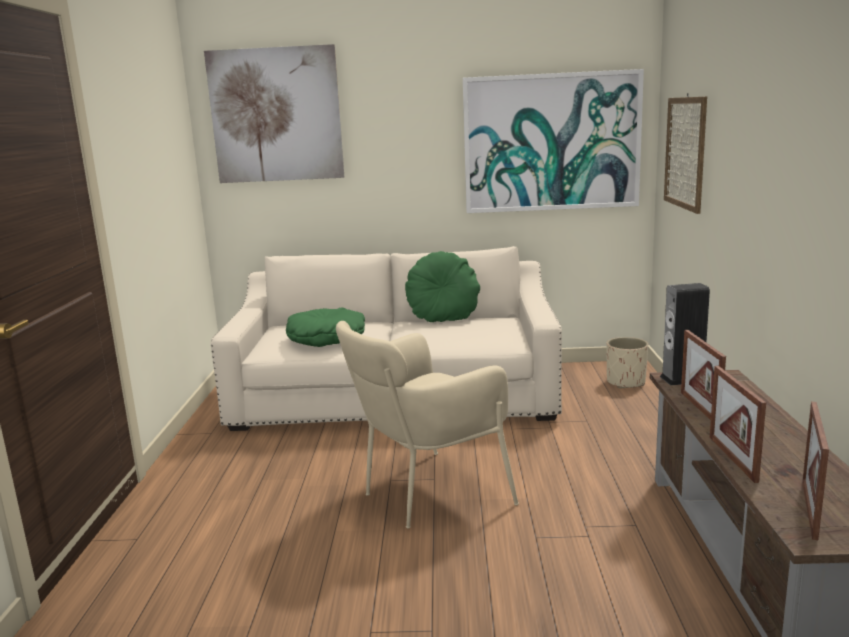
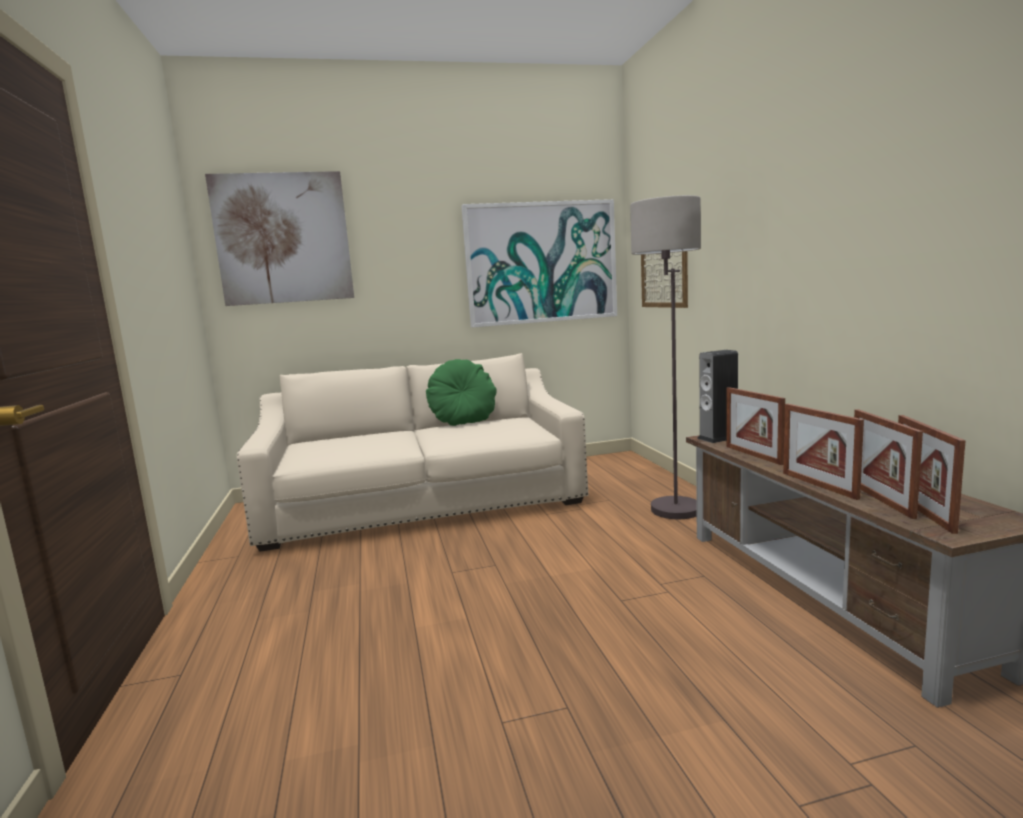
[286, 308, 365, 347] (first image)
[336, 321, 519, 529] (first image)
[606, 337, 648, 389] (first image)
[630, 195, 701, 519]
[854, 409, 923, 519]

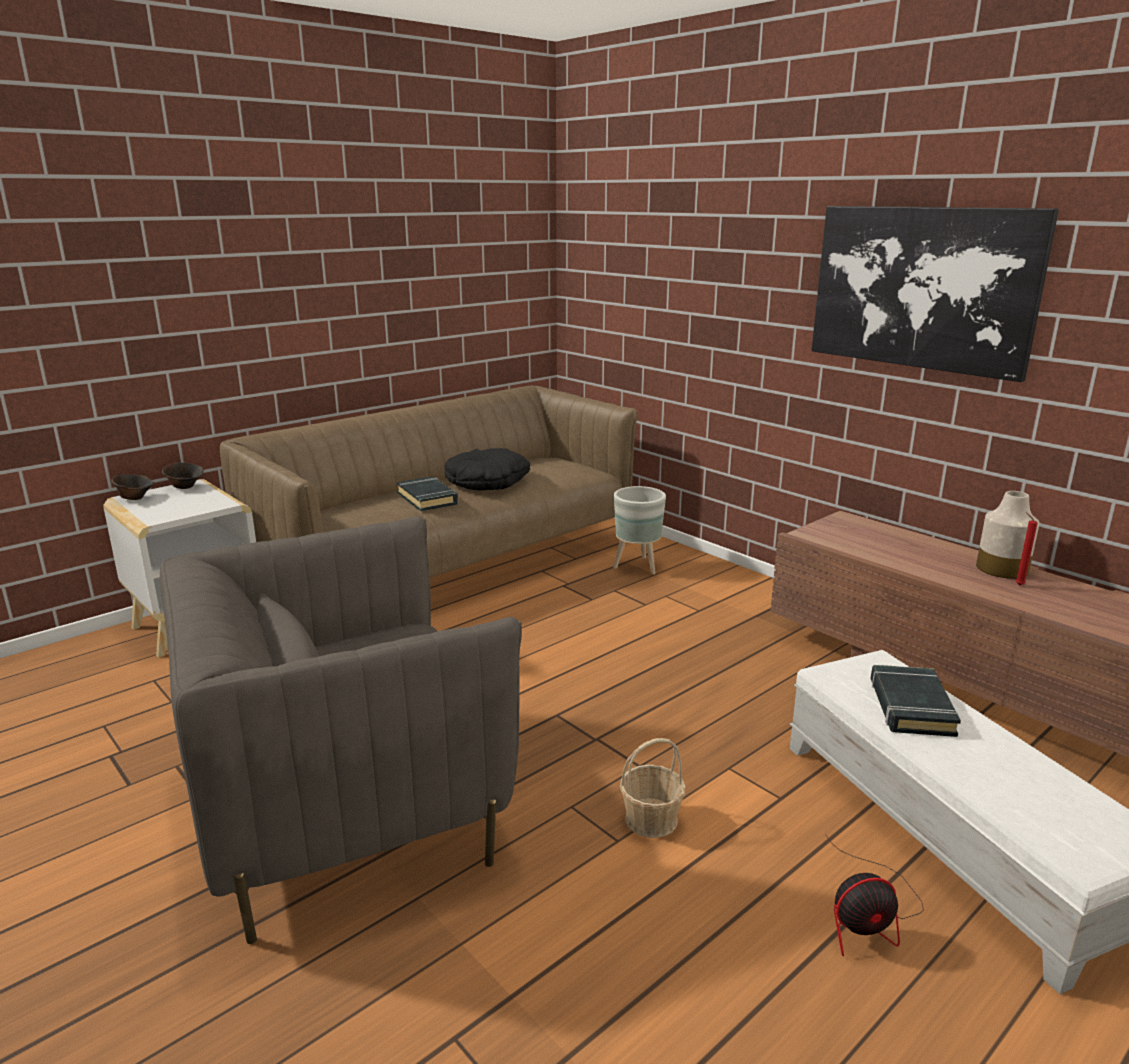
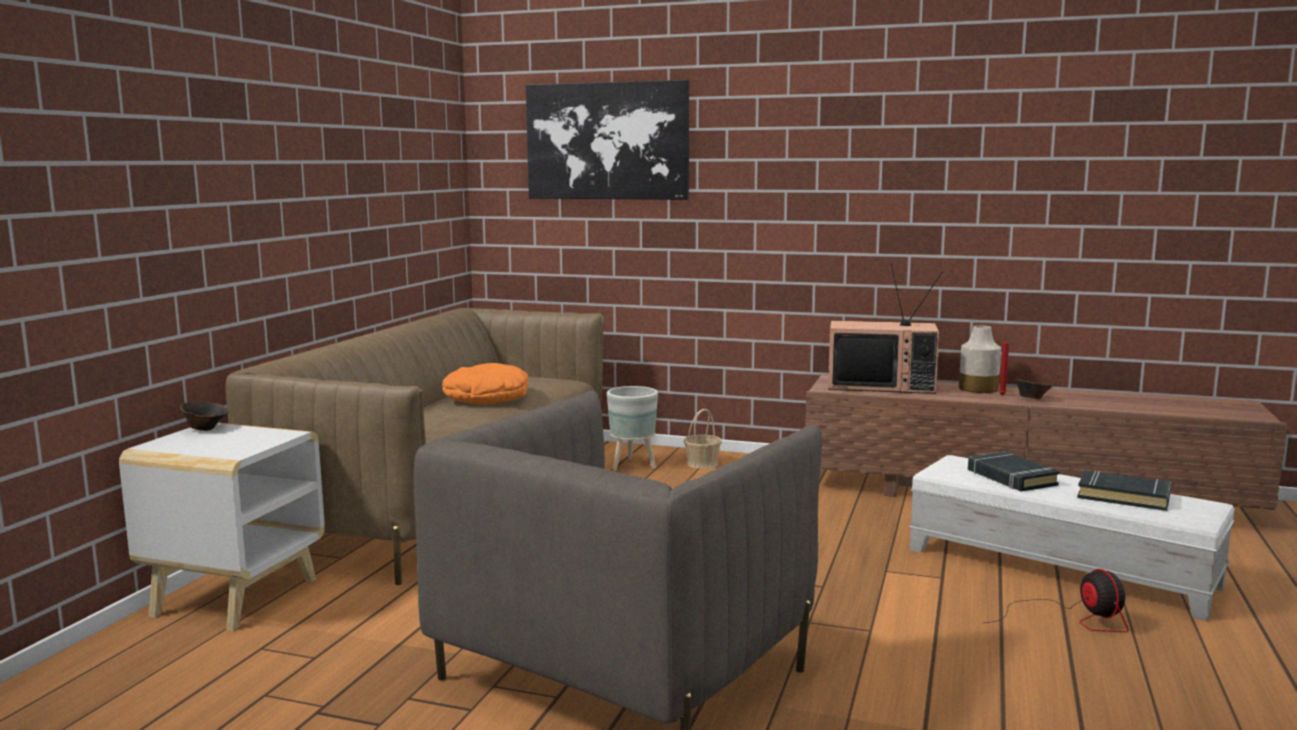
[828, 264, 943, 394]
[1015, 379, 1052, 400]
[1077, 470, 1171, 511]
[684, 409, 722, 469]
[526, 80, 689, 200]
[442, 363, 528, 405]
[984, 569, 1128, 632]

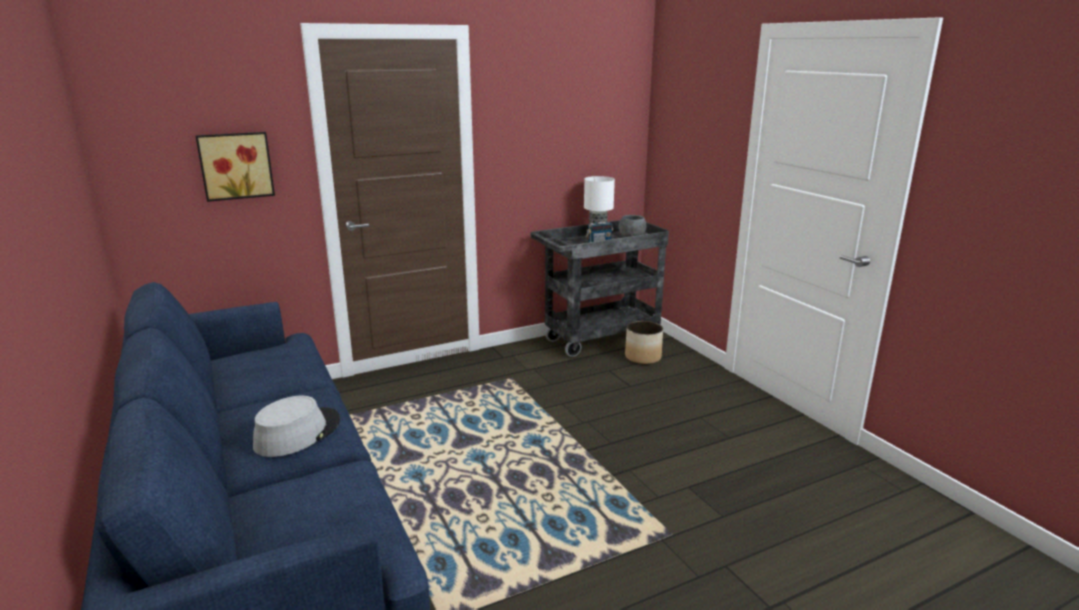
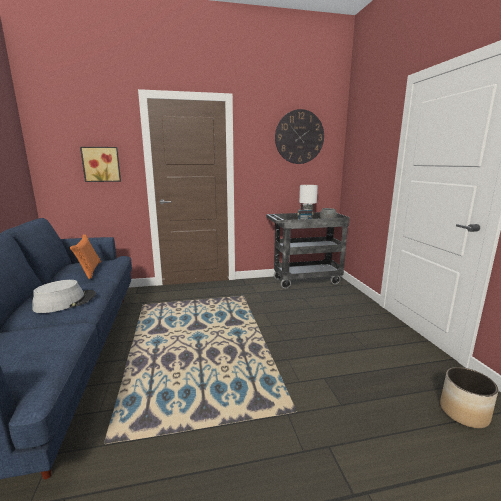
[70, 234, 101, 279]
[275, 109, 324, 164]
[440, 367, 498, 428]

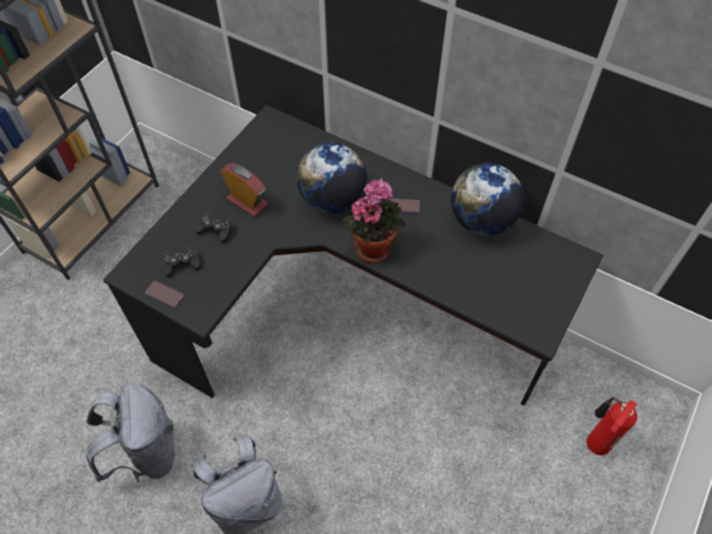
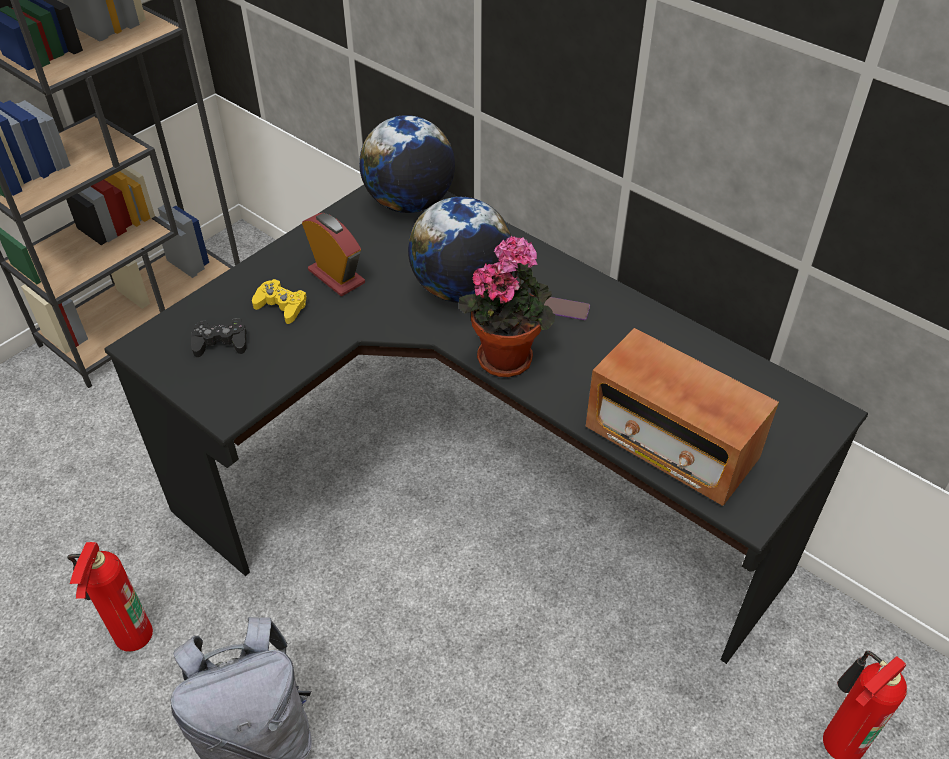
[145, 281, 184, 307] (first image)
[586, 328, 779, 506]
[359, 115, 455, 213]
[67, 542, 153, 652]
[252, 279, 308, 324]

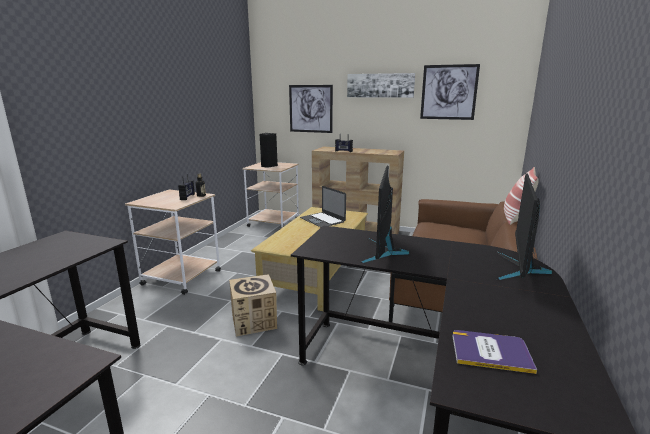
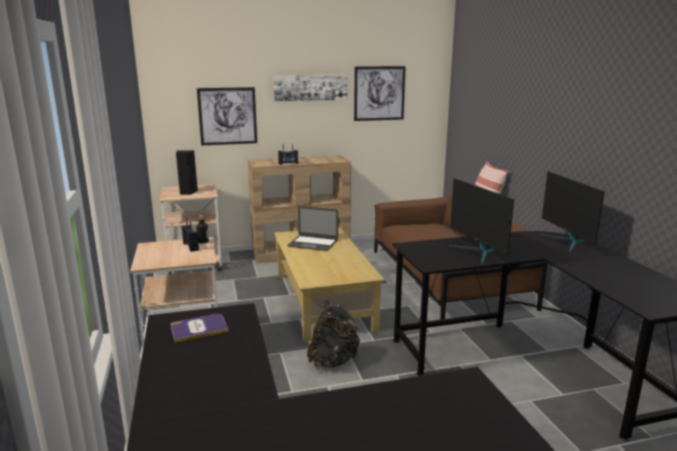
[171, 314, 229, 342]
[307, 300, 360, 367]

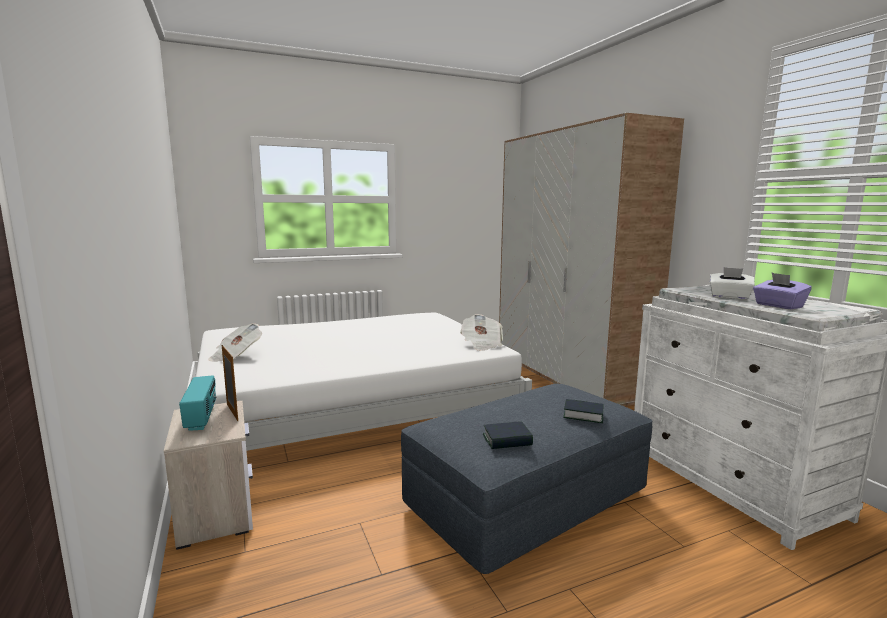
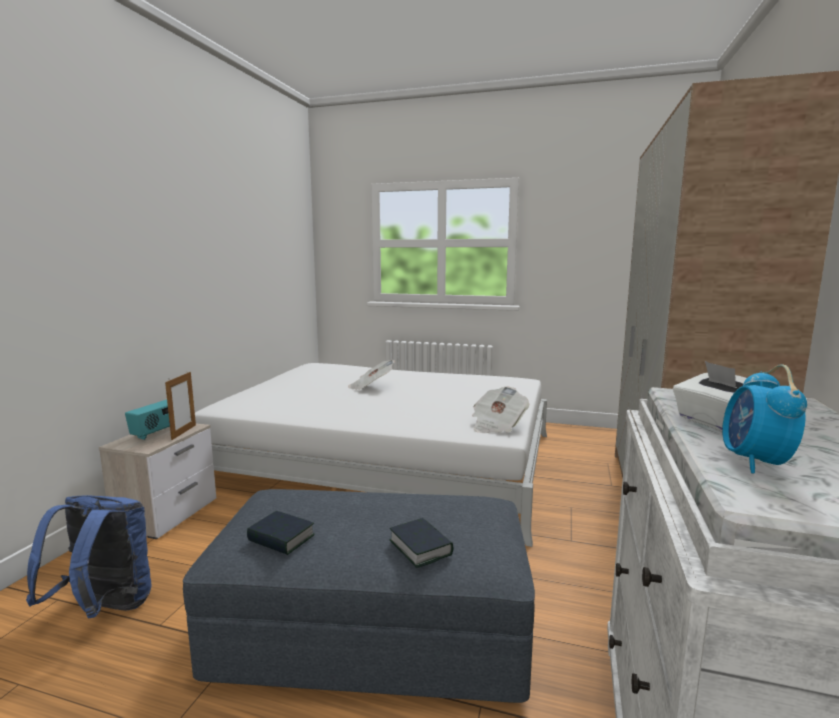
[26, 495, 152, 618]
[348, 360, 395, 390]
[722, 364, 807, 473]

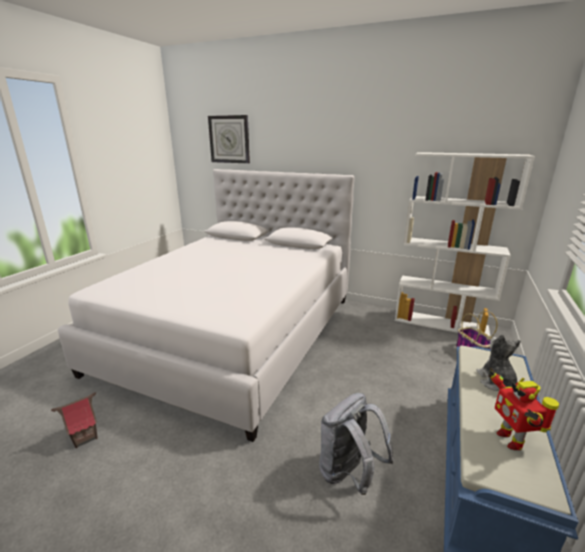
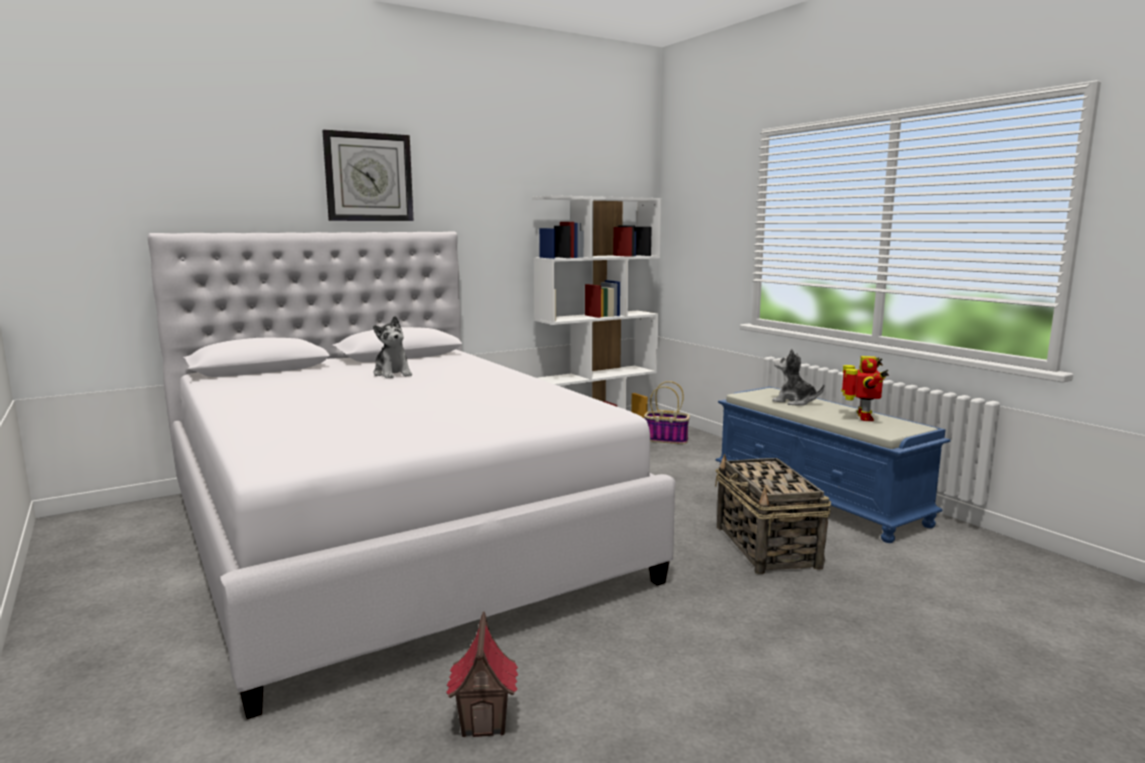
[373, 316, 412, 379]
[322, 130, 414, 221]
[715, 454, 831, 574]
[841, 356, 889, 421]

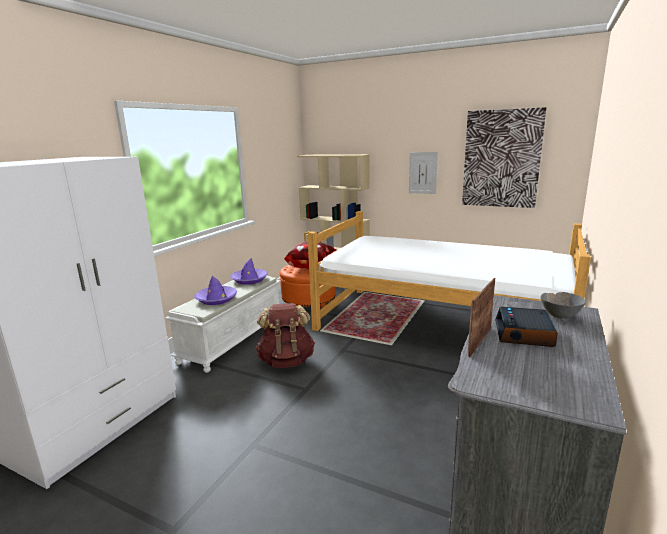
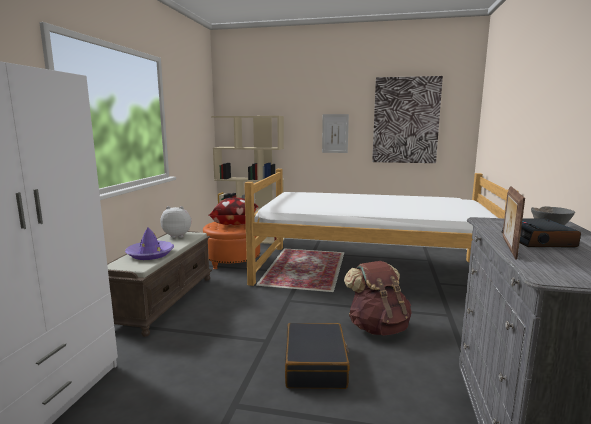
[285, 323, 350, 389]
[344, 261, 412, 336]
[160, 206, 192, 238]
[107, 231, 212, 337]

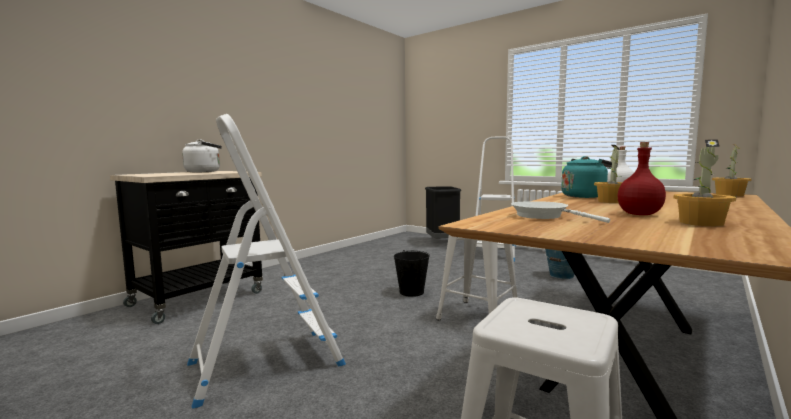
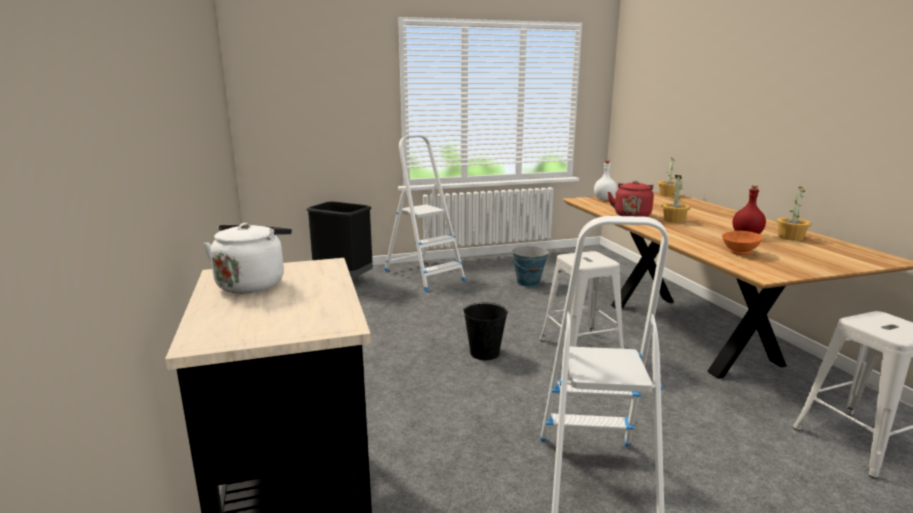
[722, 231, 763, 255]
[608, 181, 654, 217]

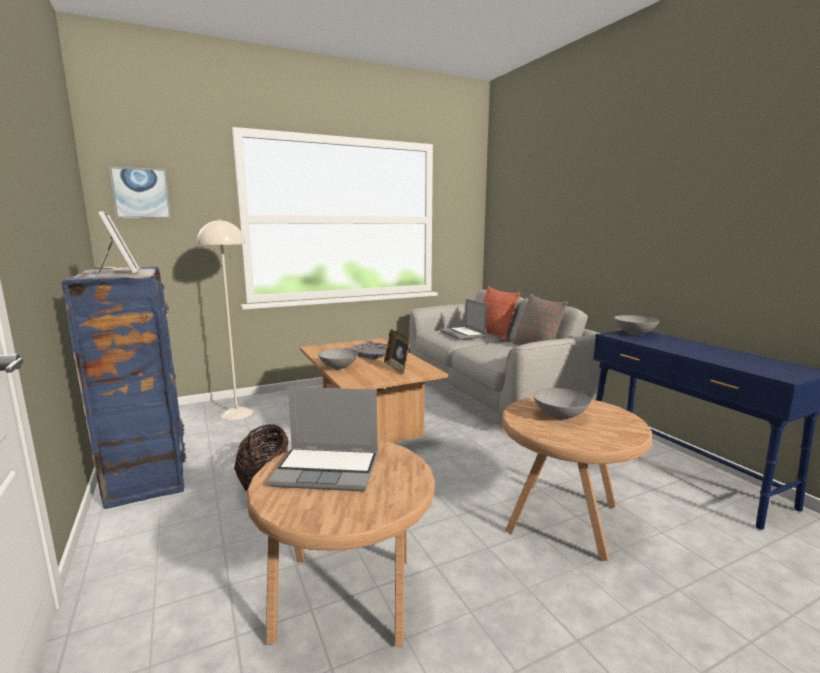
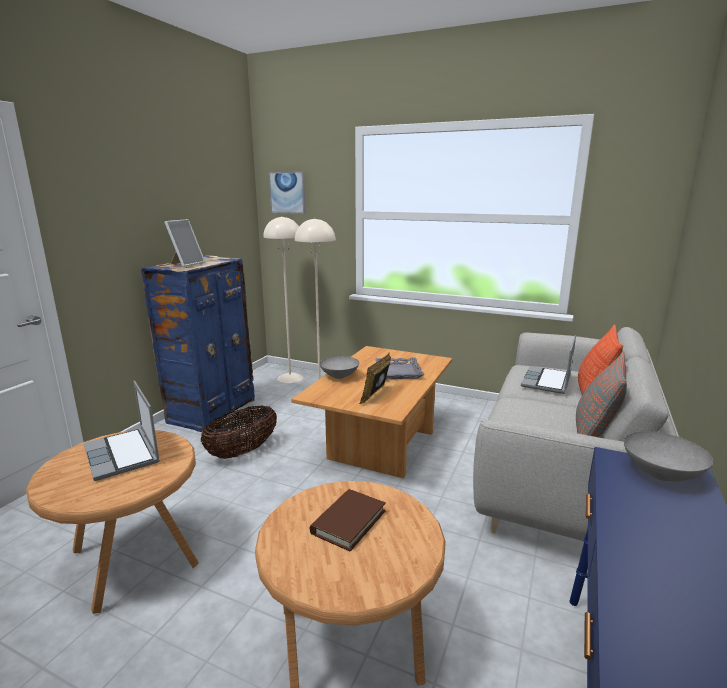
[263, 216, 303, 383]
[310, 489, 386, 551]

